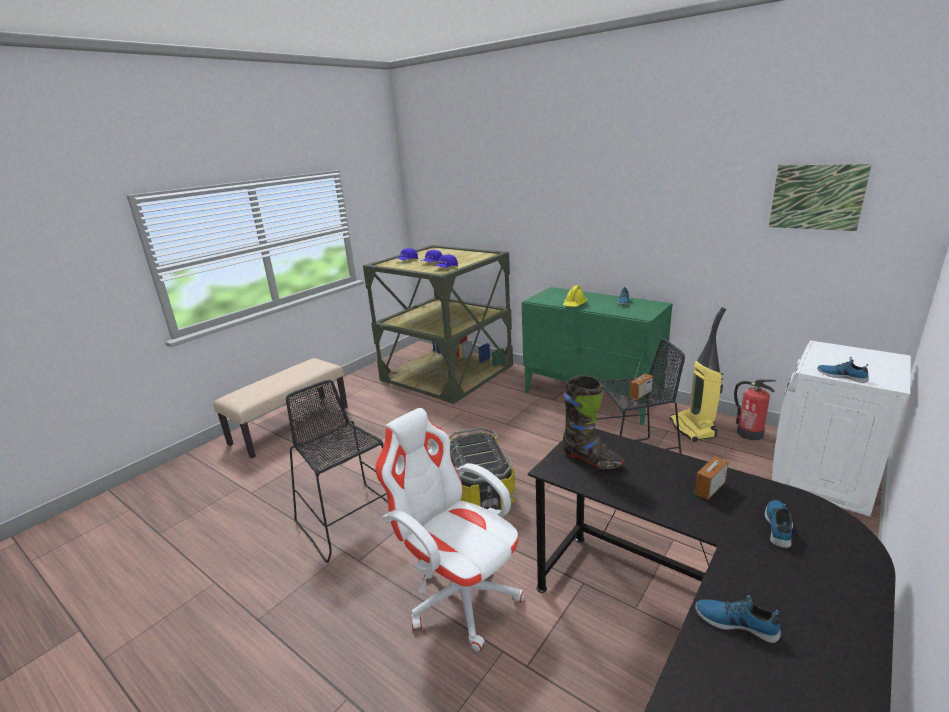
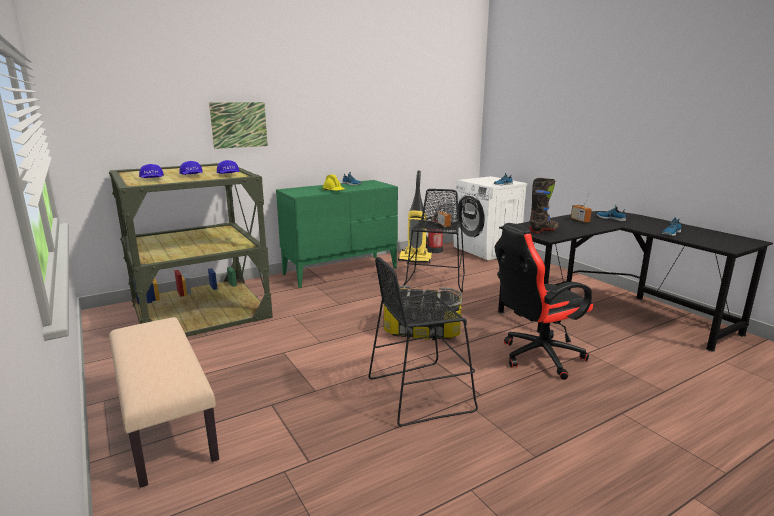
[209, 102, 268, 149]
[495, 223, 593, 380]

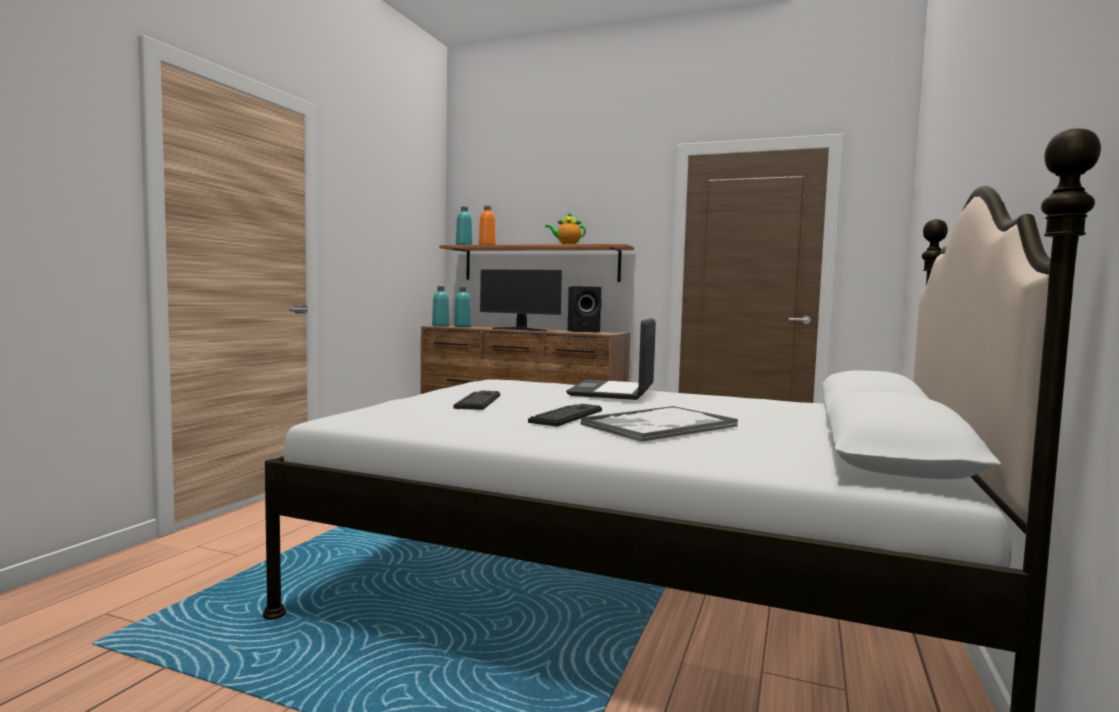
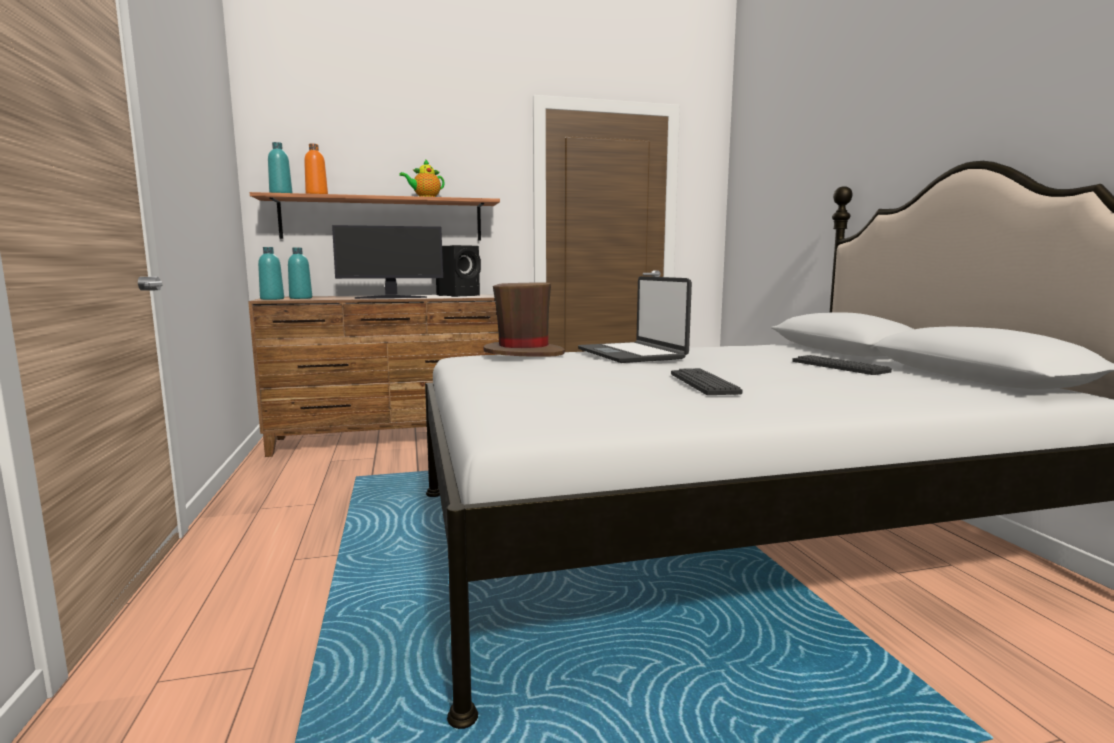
[581, 406, 738, 442] (first image)
[483, 282, 565, 357]
[792, 355, 892, 375]

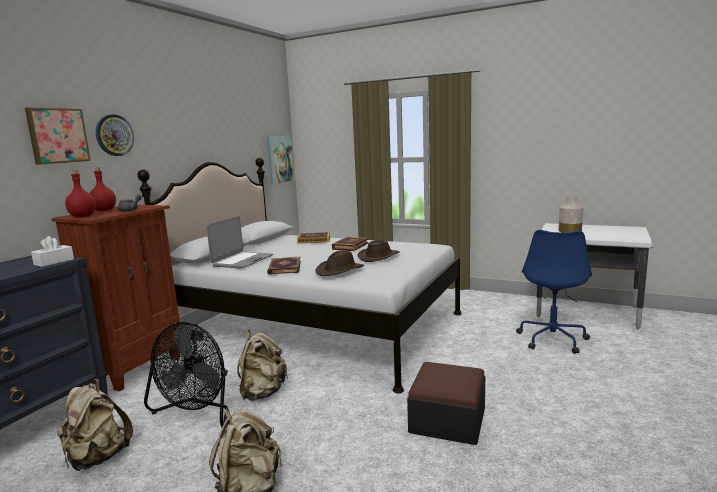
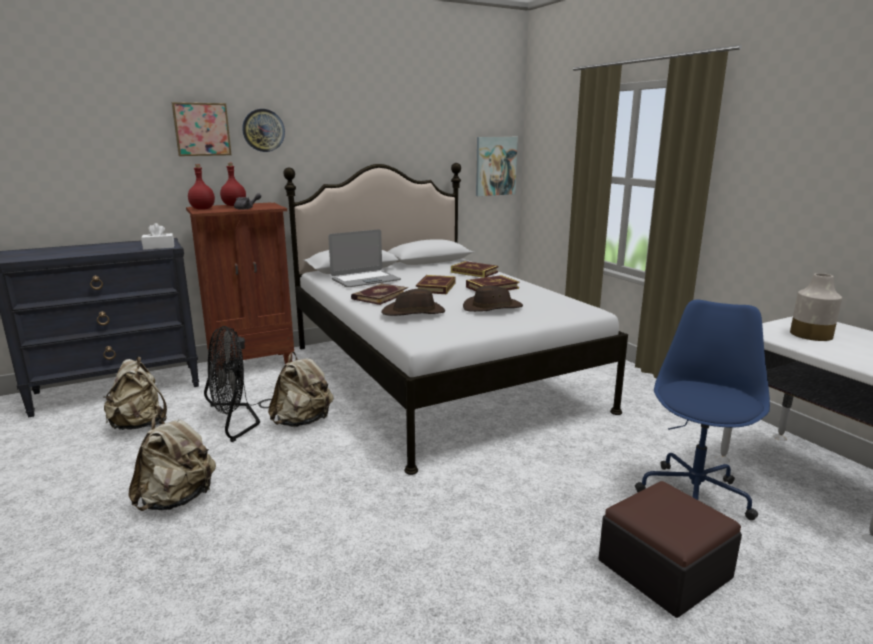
[416, 275, 455, 294]
[599, 481, 742, 618]
[635, 300, 770, 520]

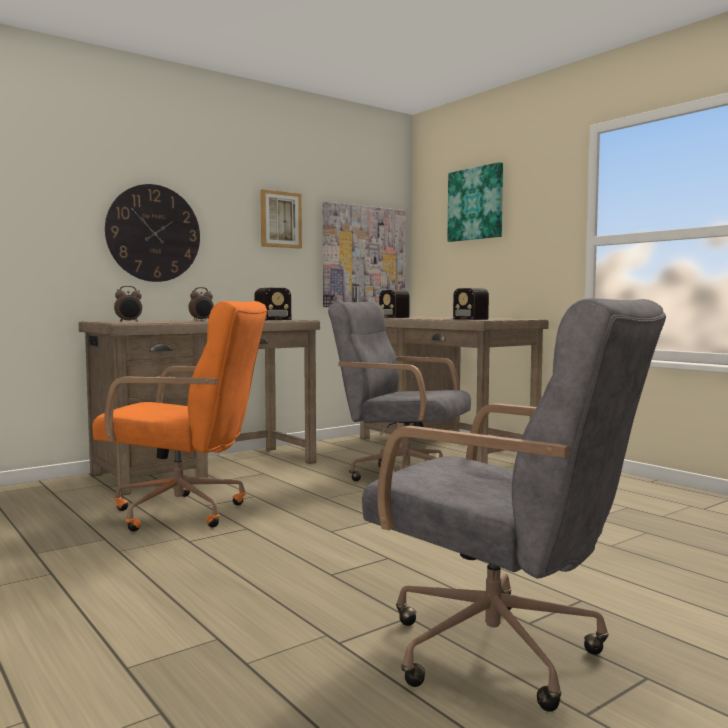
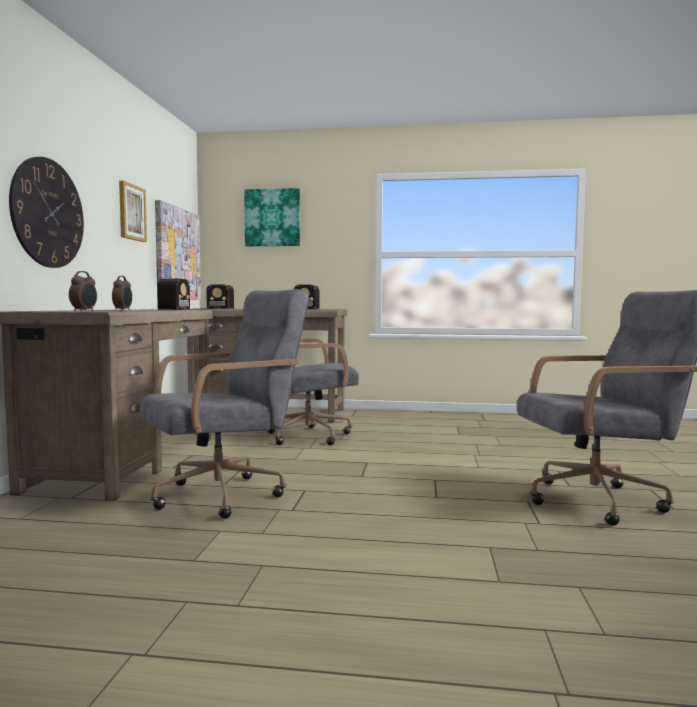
[139, 289, 309, 519]

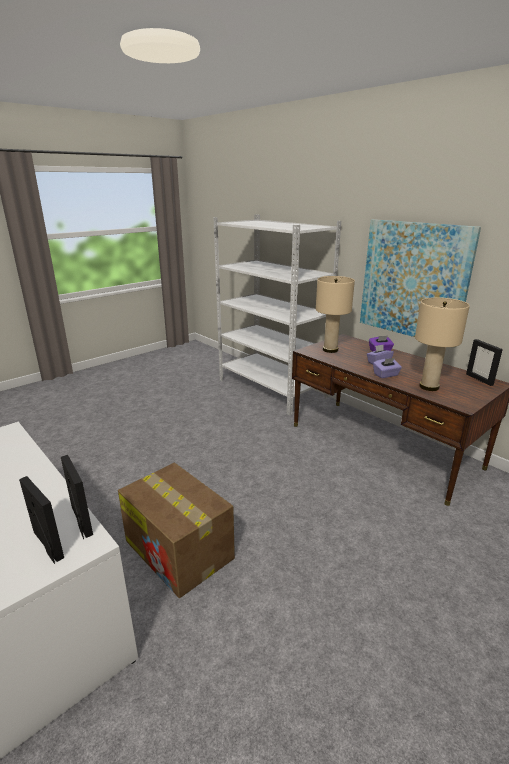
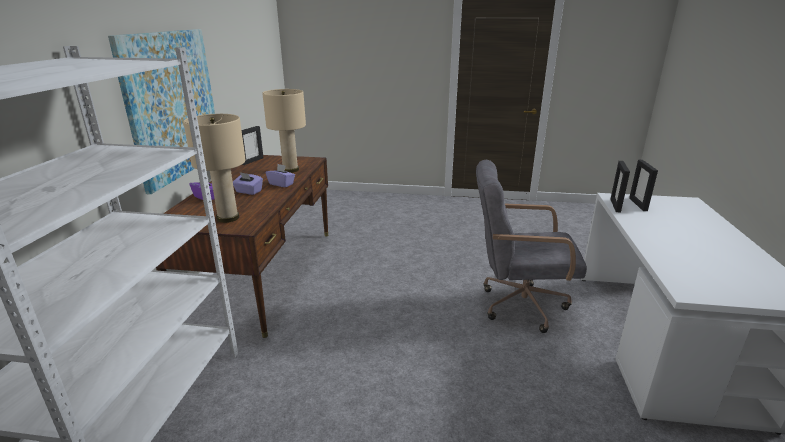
[476, 160, 587, 333]

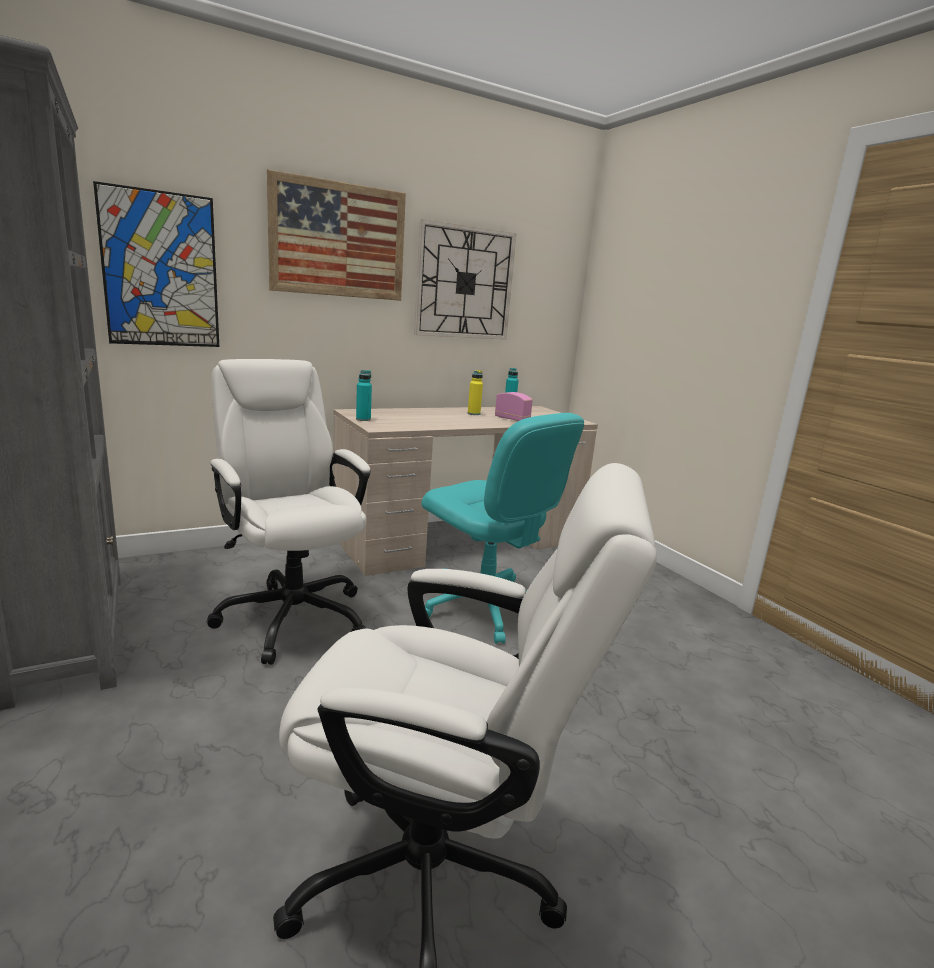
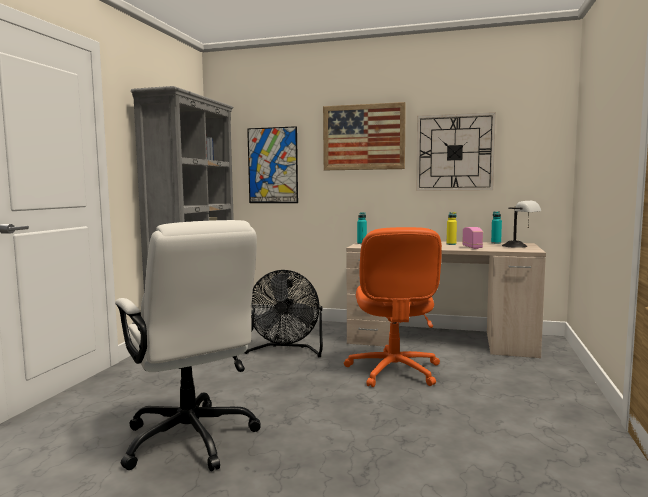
[502, 201, 541, 248]
[245, 270, 323, 357]
[344, 227, 442, 387]

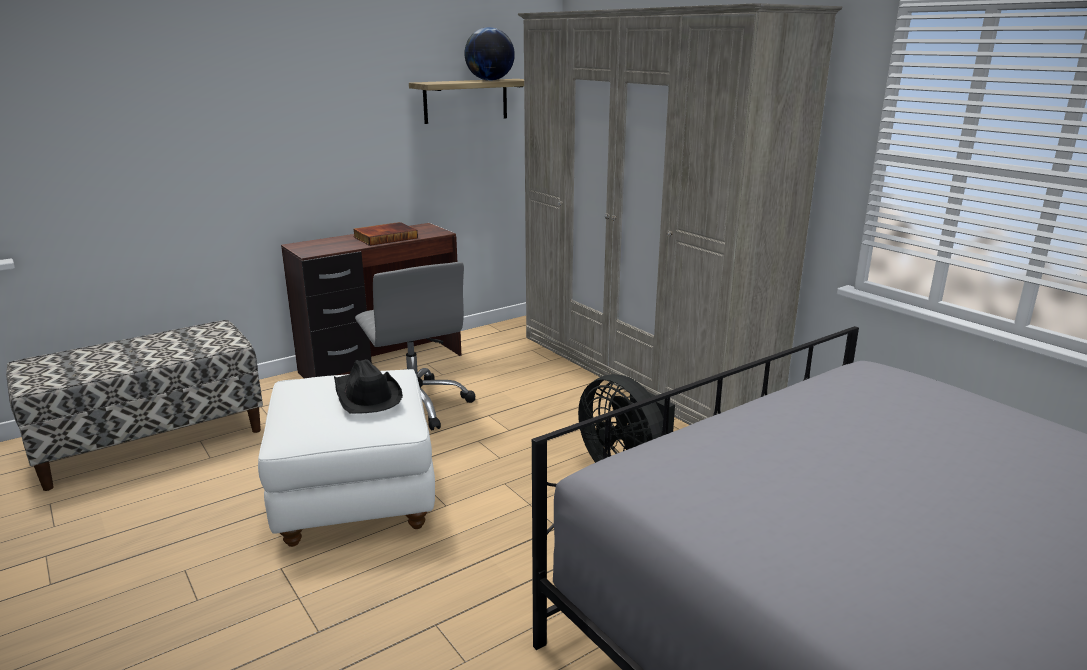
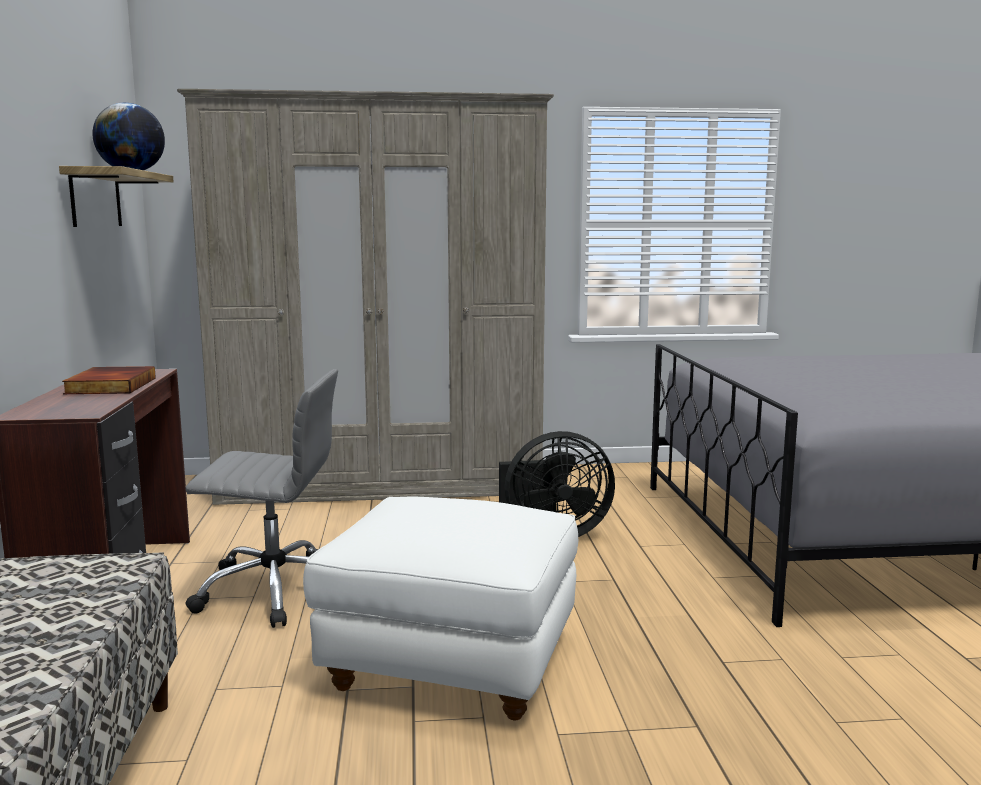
[334, 359, 403, 414] (first image)

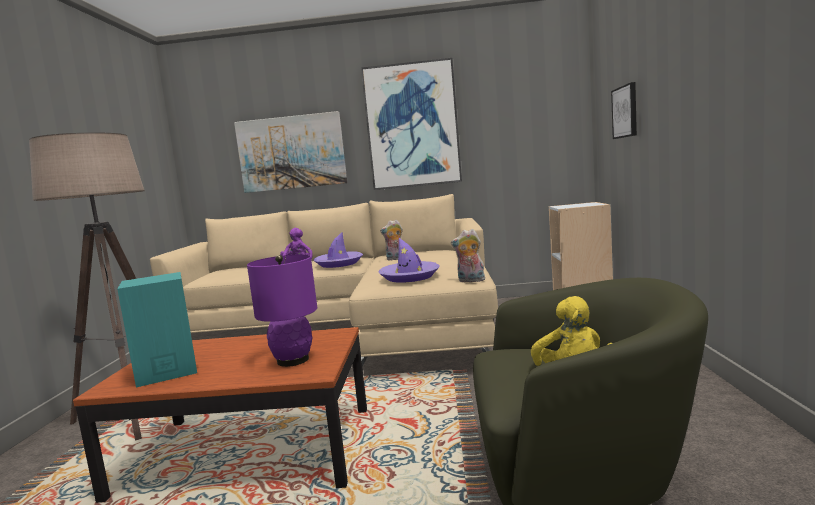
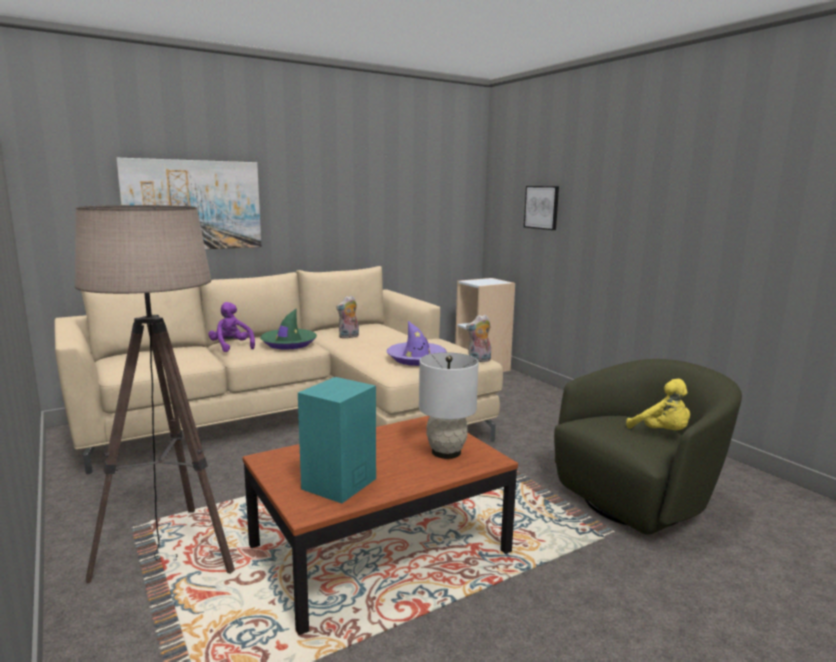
[361, 58, 462, 190] (first image)
[419, 352, 479, 459]
[260, 309, 317, 350]

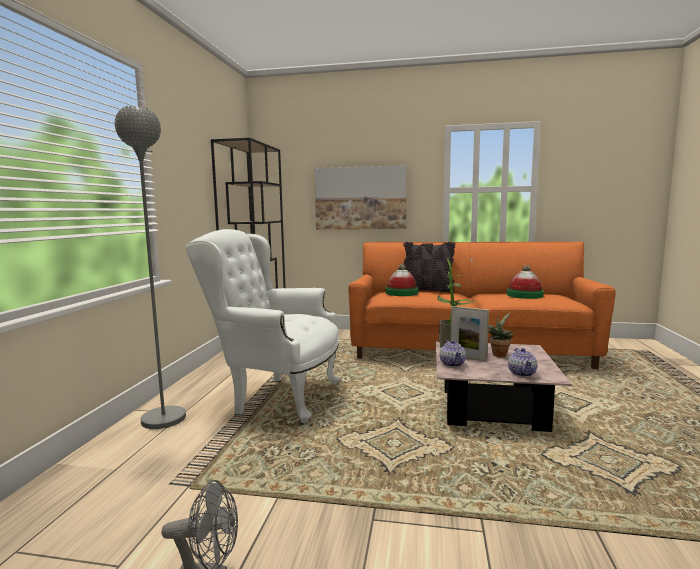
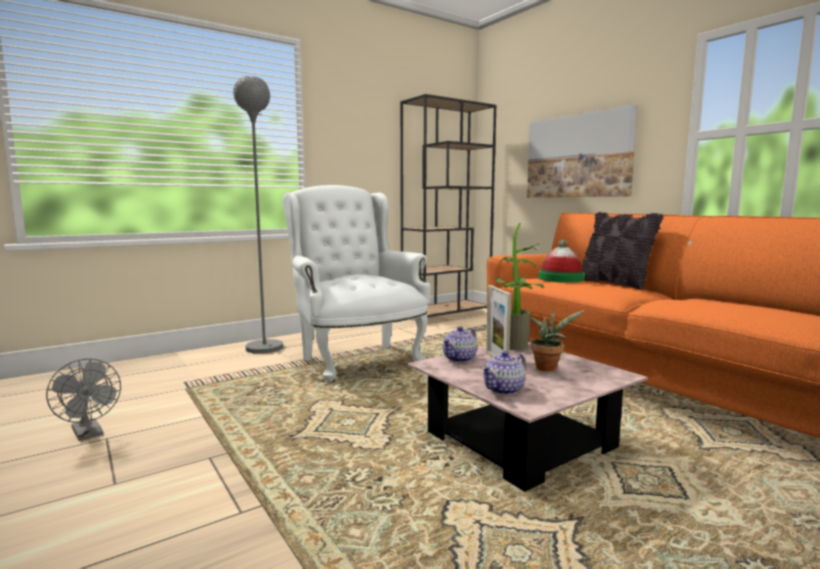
[507, 265, 544, 299] (first image)

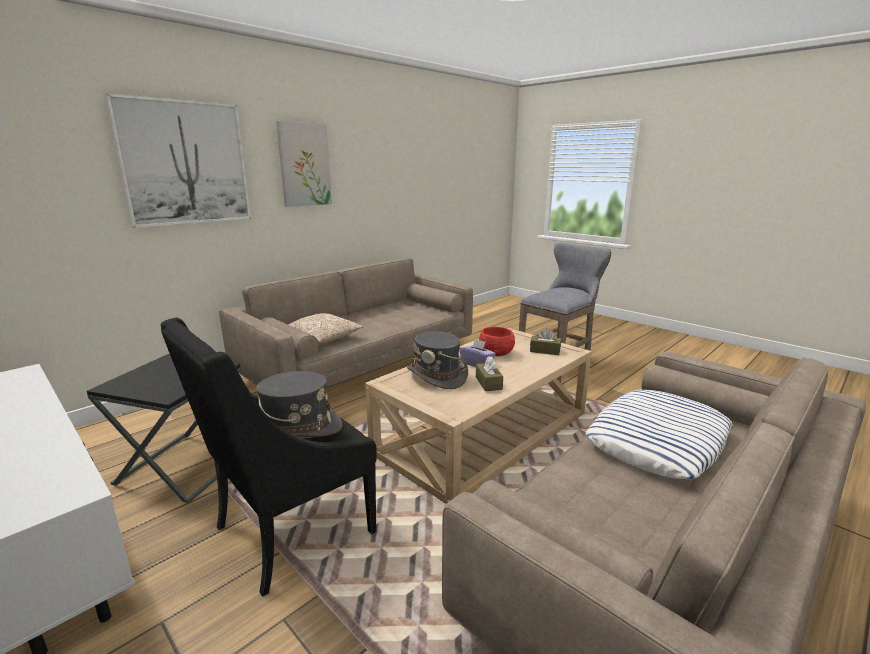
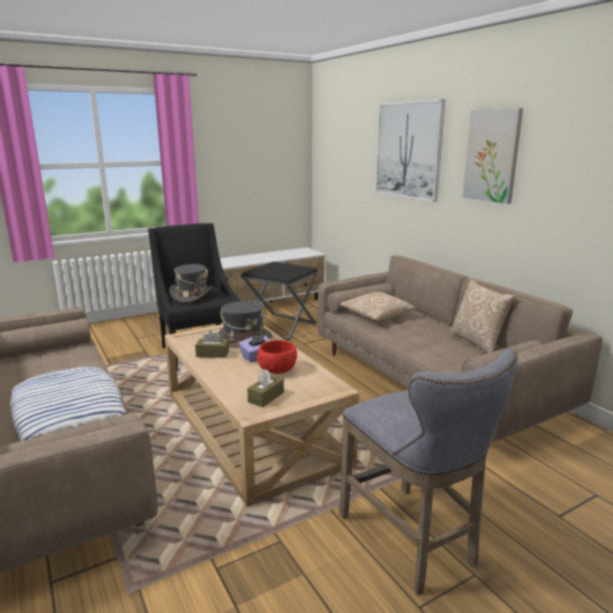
[450, 279, 516, 353]

